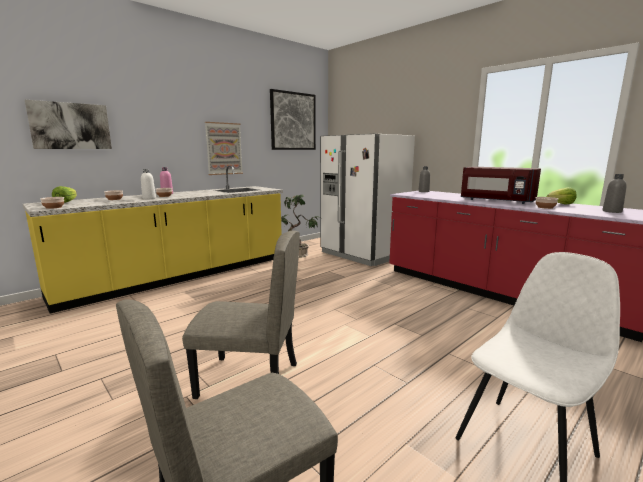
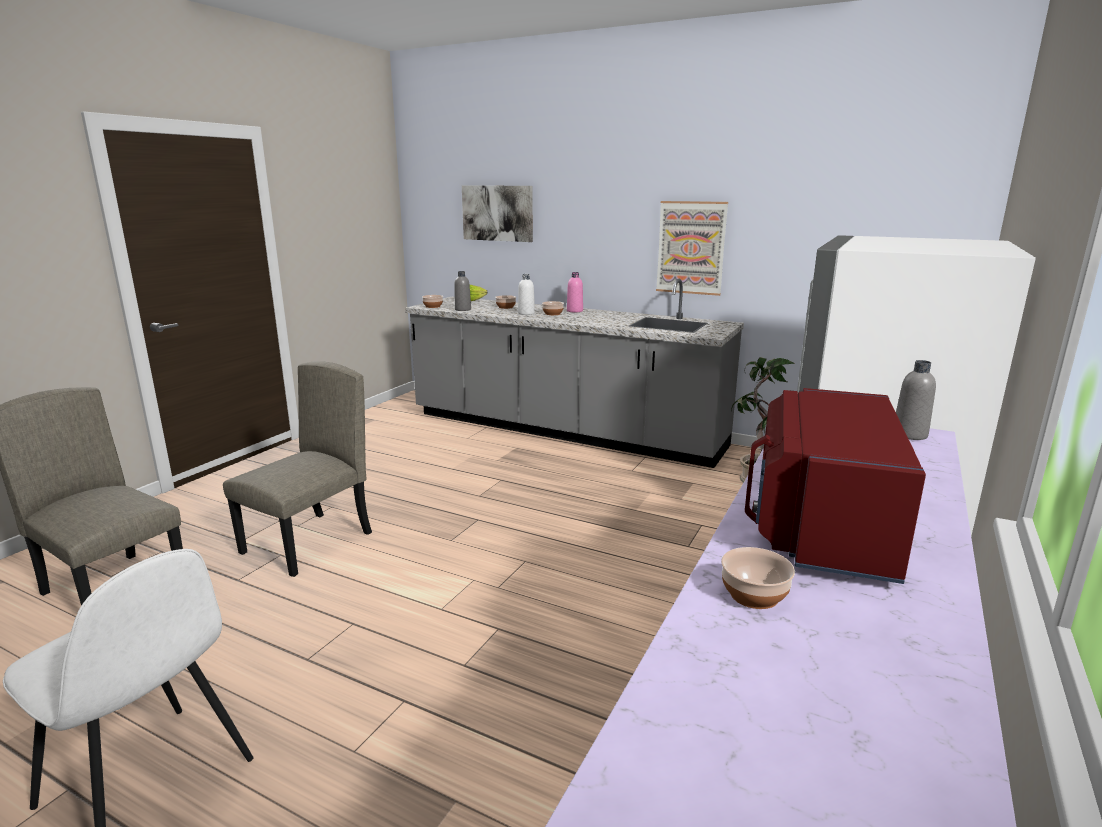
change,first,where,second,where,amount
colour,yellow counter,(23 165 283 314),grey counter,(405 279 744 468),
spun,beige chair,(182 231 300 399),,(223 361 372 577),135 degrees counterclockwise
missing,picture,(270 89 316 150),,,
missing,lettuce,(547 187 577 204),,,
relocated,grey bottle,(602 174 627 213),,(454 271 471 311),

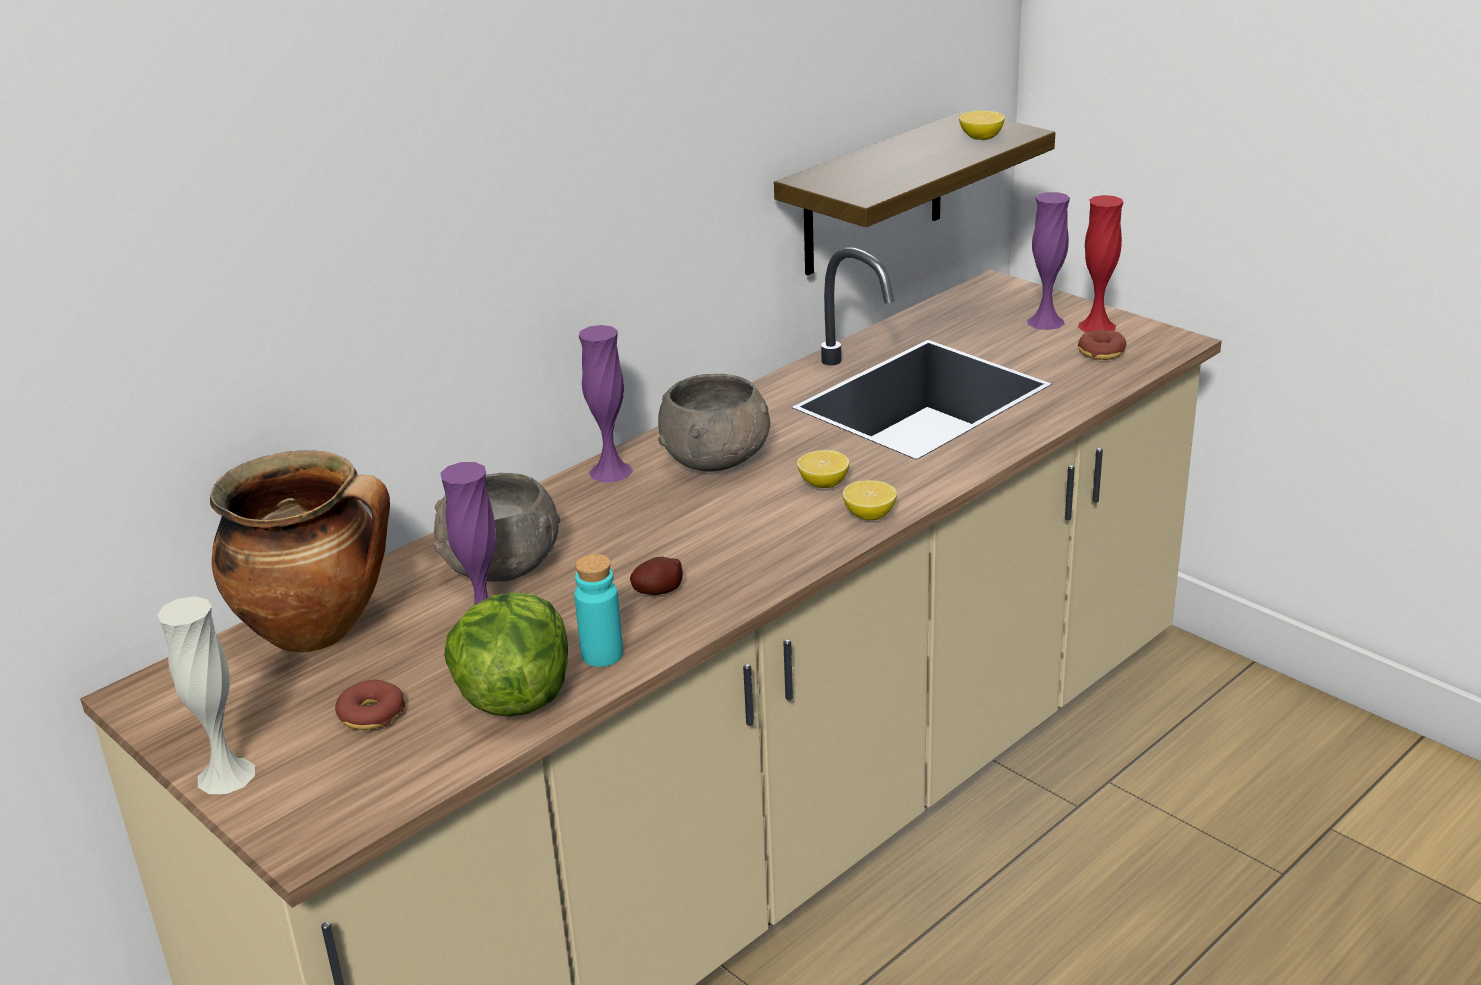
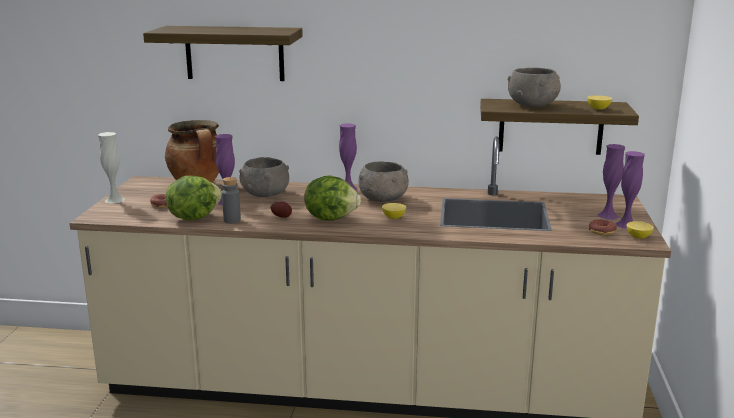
change,first,where,second,where,amount
colour,turquoise bottle,(574 554 623 667),grey bottle,(222 177 241 223),
relocated,lemon,(843 480 897 520),,(627 221 654 239),
colour,red vase,(1078 195 1124 332),purple vase,(616 151 645 229),
appeared,,,shelf,(143 26 303 81),
appeared,,,lettuce,(304 175 361 220),
appeared,,,grey bowl,(508 68 561 107),

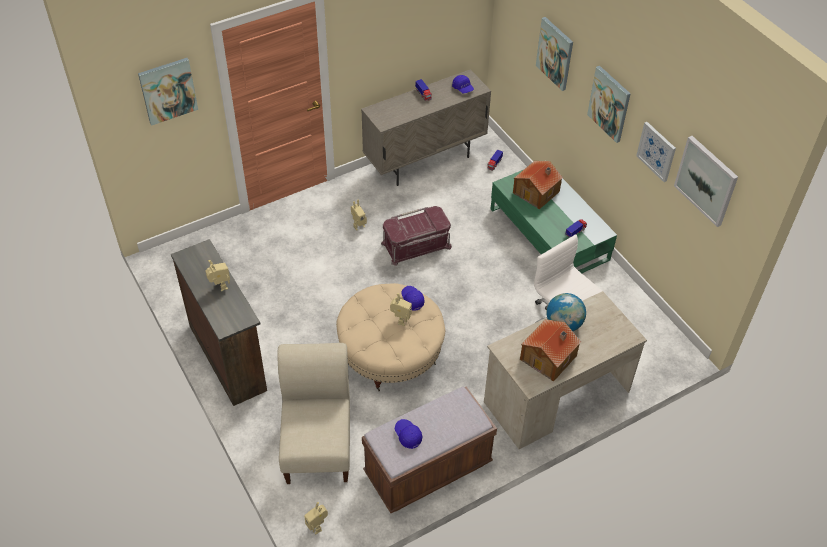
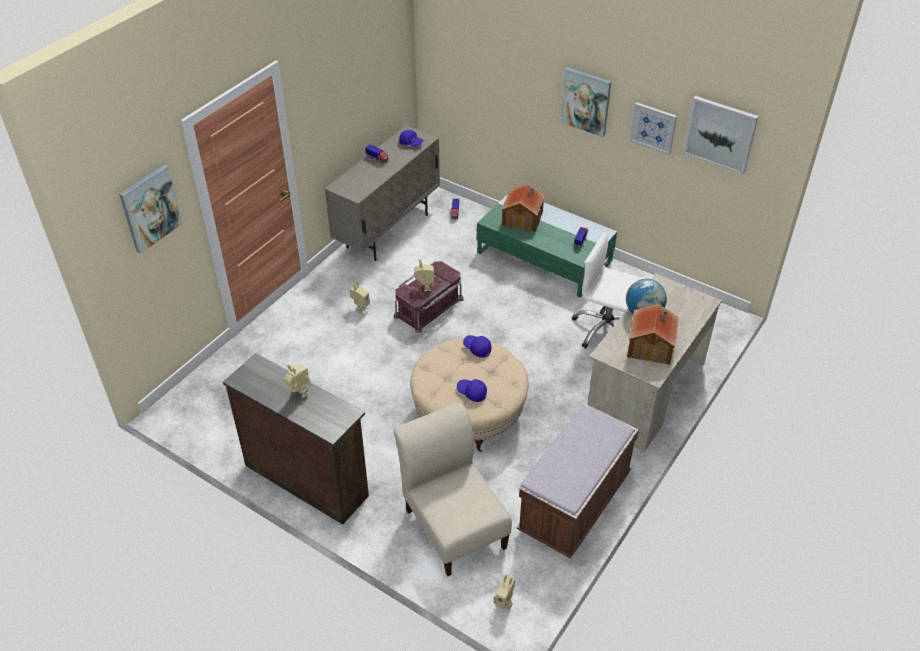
change,first,where,second,where,amount
relocated,toy robot,(390 293 412 326),,(414 259 434 292),
relocated,blue cap,(395 419 422 449),,(457 379 487 402),
missing,picture,(536 17 573 91),,,

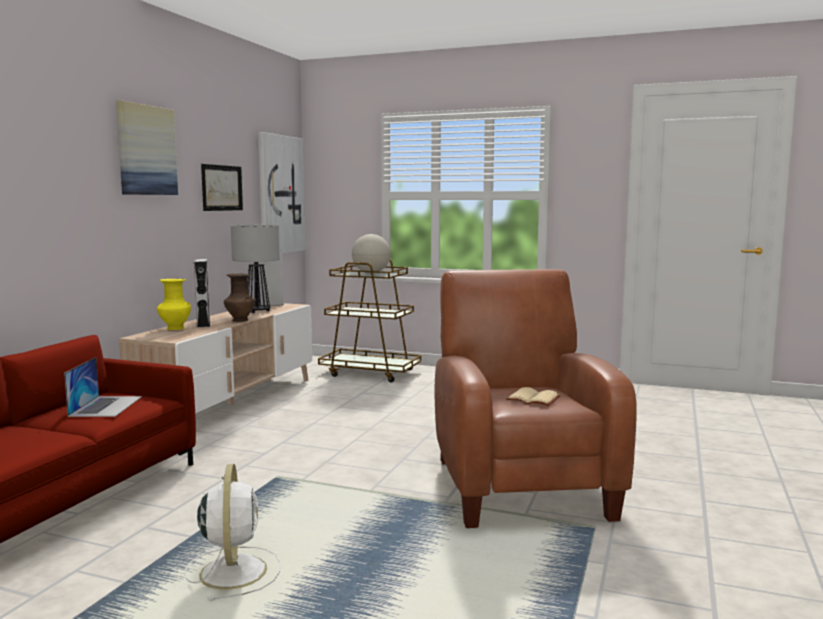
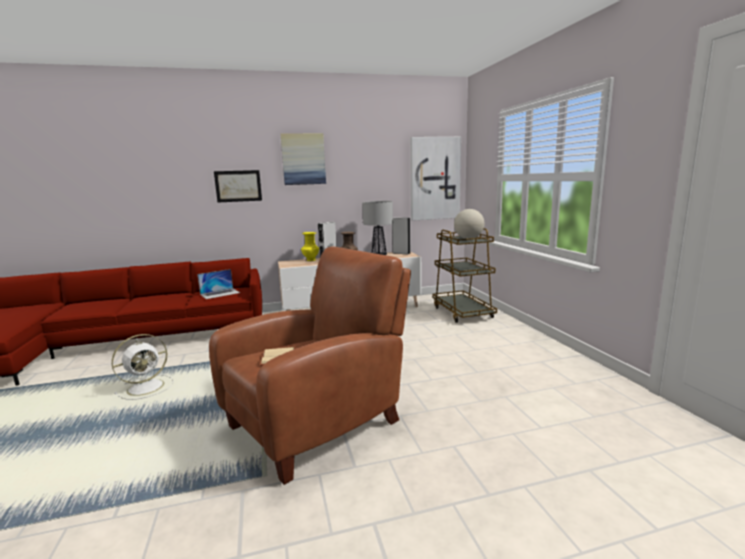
change,first,where,second,where,amount
relocated,picture,(201 164 243 211),,(214 170 262 202),

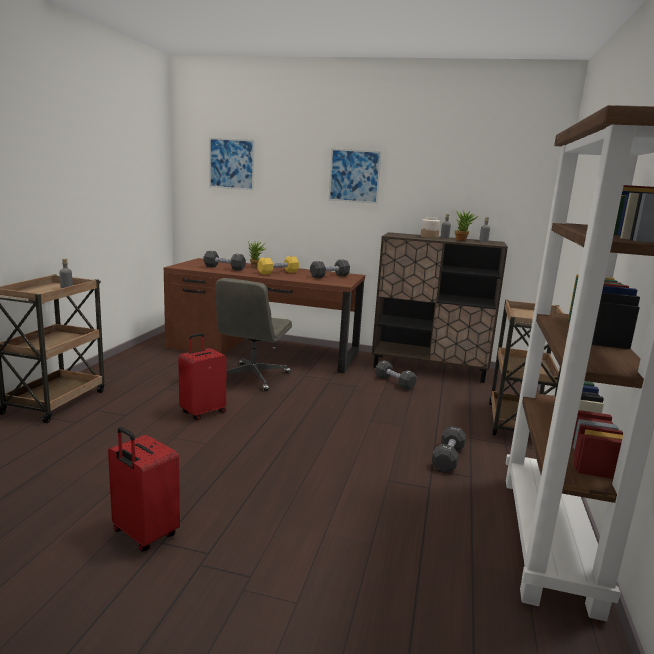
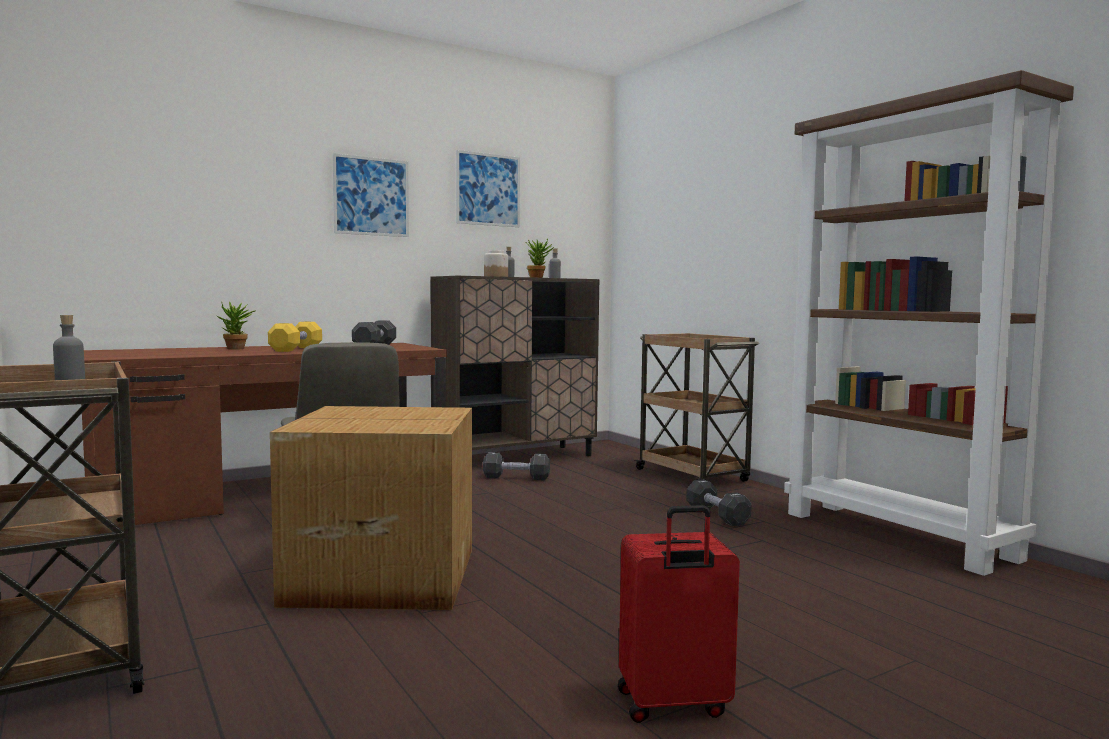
change,first,where,second,where,amount
exchanged,red suitcase,(178 333 227 420),cardboard box,(270 406 472 610),
missing,black dumbbell,(204 251 246 271),,,
relocated,picture,(209 138 255 190),,(456 150 520 227),

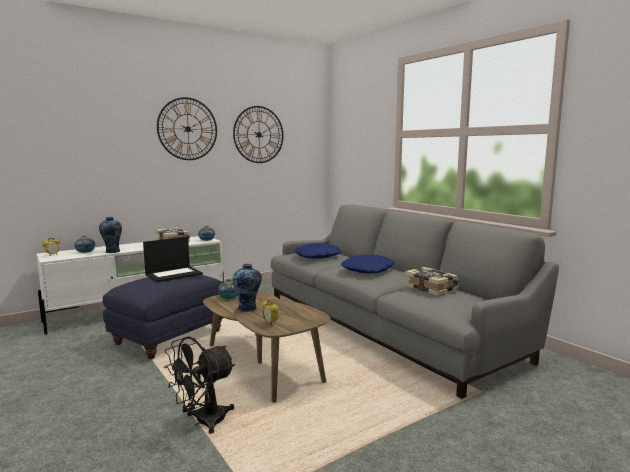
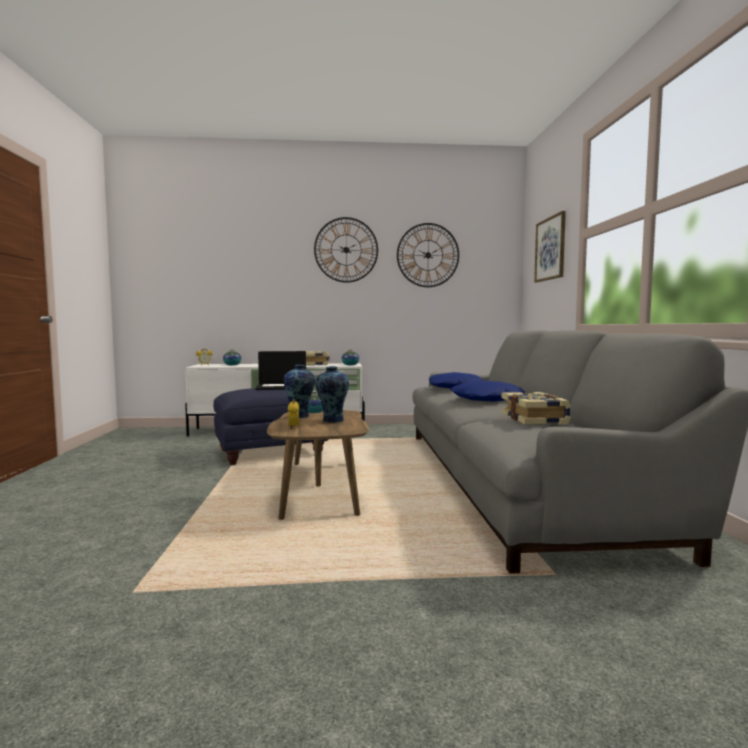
change,first,where,second,where,amount
relocated,vase,(99 217 122 253),,(315 366 349 423),
missing,black fan,(164 336 235 434),,,
appeared,,,picture,(534 211 566 282),

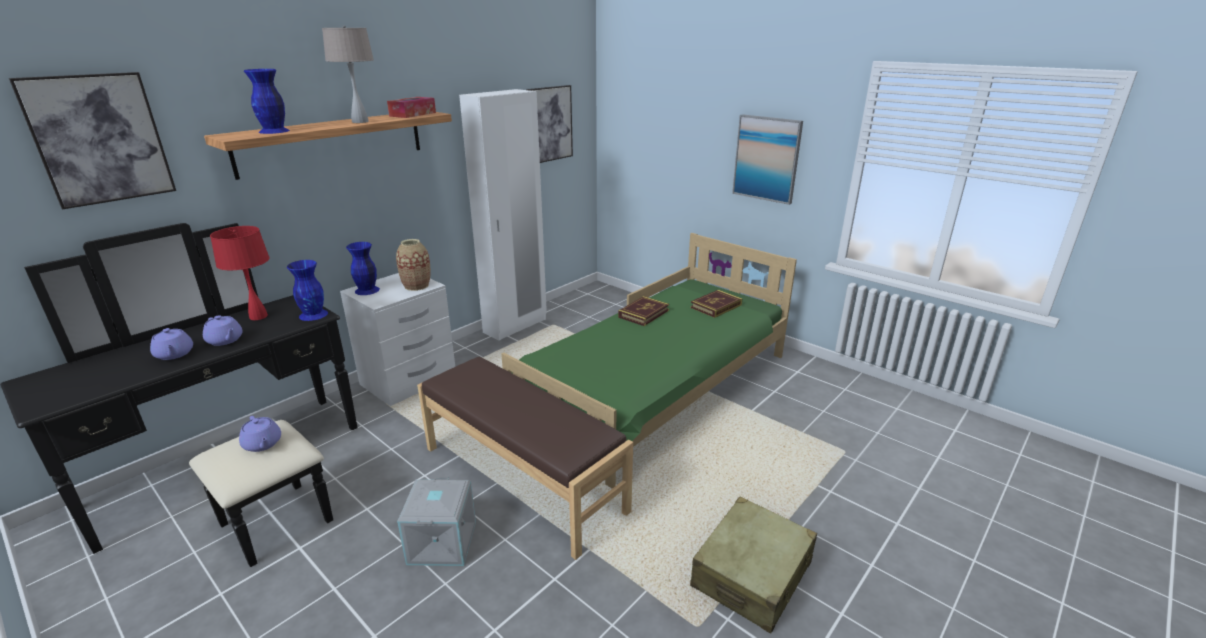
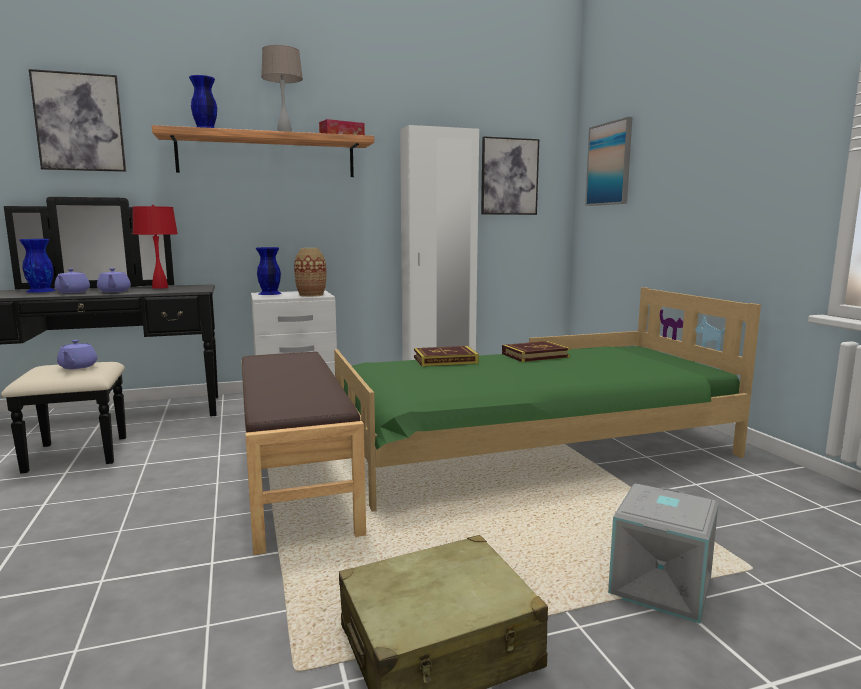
change,first,where,second,where,amount
relocated,blue vase,(287 260 328 321),,(19 239 56 293),
relocated,grey storage box,(397 477 476 566),,(608 484 719 624),
relocated,book,(691 290 742 318),,(414 346 479 366),
relocated,picture,(732 114 803 205),,(585 117 632 206),

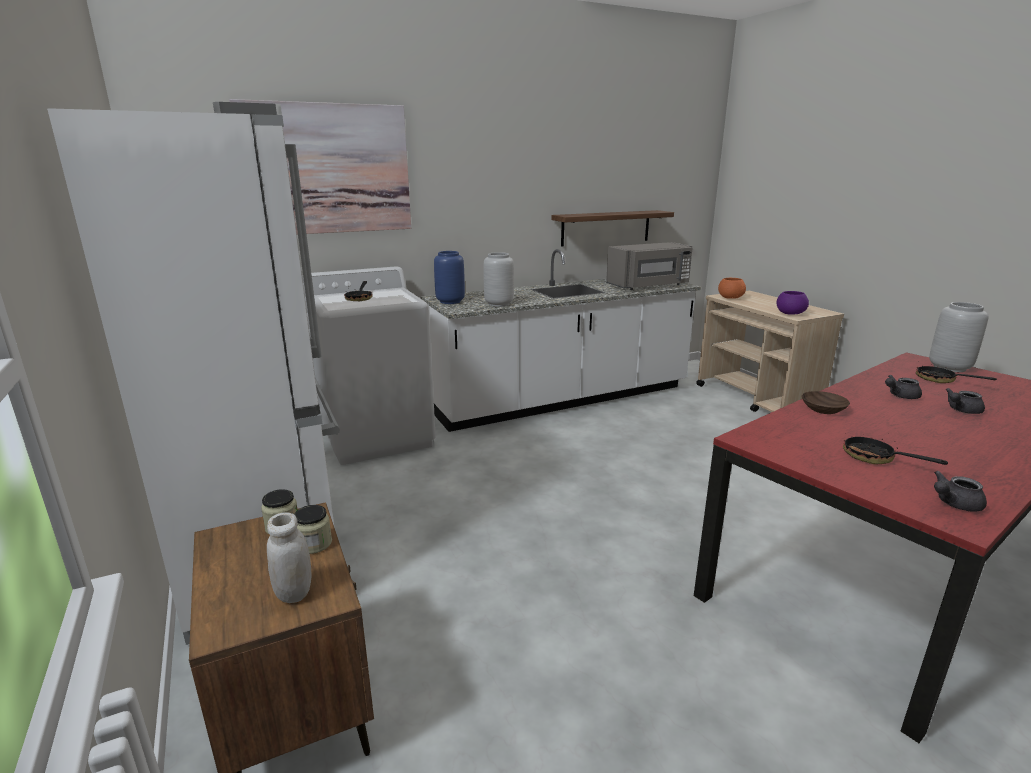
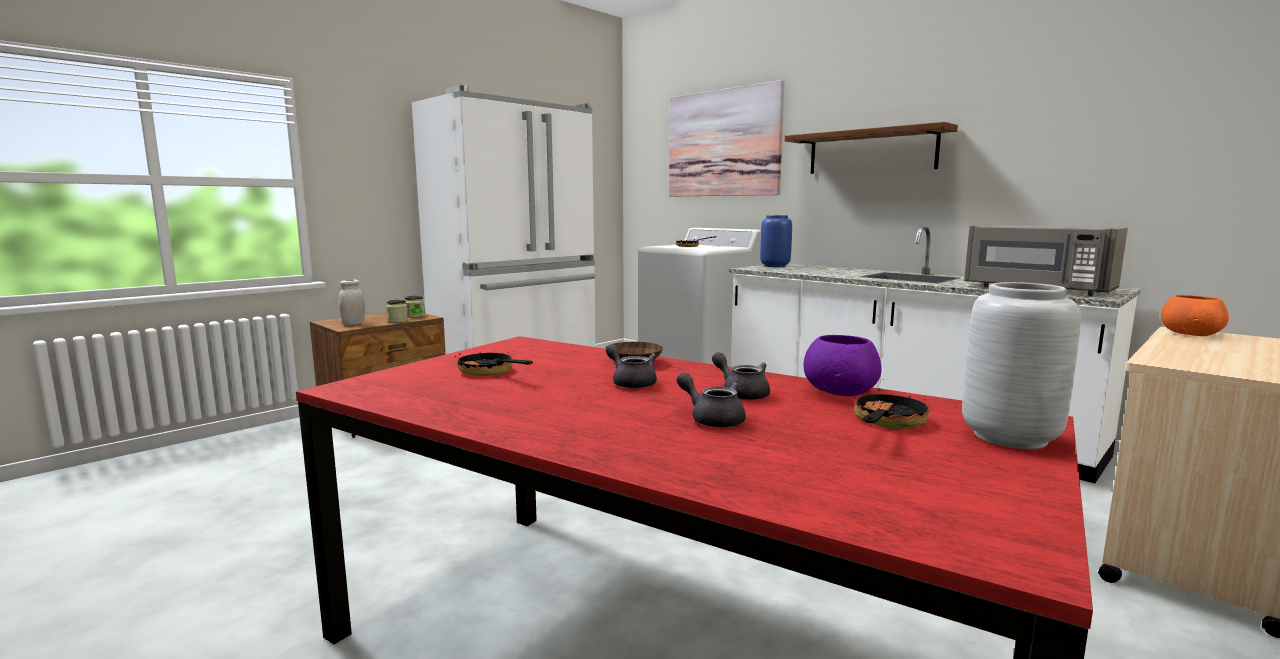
change,first,where,second,where,amount
missing,grey vase,(483 252 514 307),,,
relocated,shelf,(552 210 674 247),,(784 122 958 174),
relocated,purple bowl,(776 291 809 315),,(803 335 882 396),
spun,frying pan,(843 434 948 465),,(455 349 533 376),75 degrees counterclockwise
relocated,grey teapot,(934 471 987 512),,(606 344 657 389),

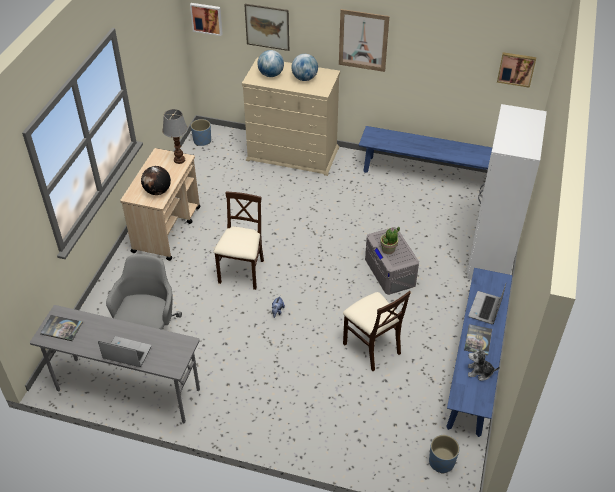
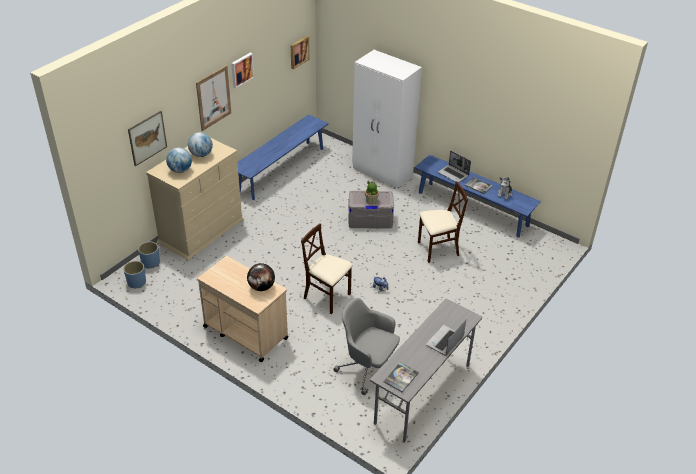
change,first,where,second,where,amount
missing,table lamp,(162 109 188 164),,,
relocated,picture,(190 3 223 36),,(231 53 254 88),
relocated,blue planter,(429 435 460 474),,(138 242 160 269),

